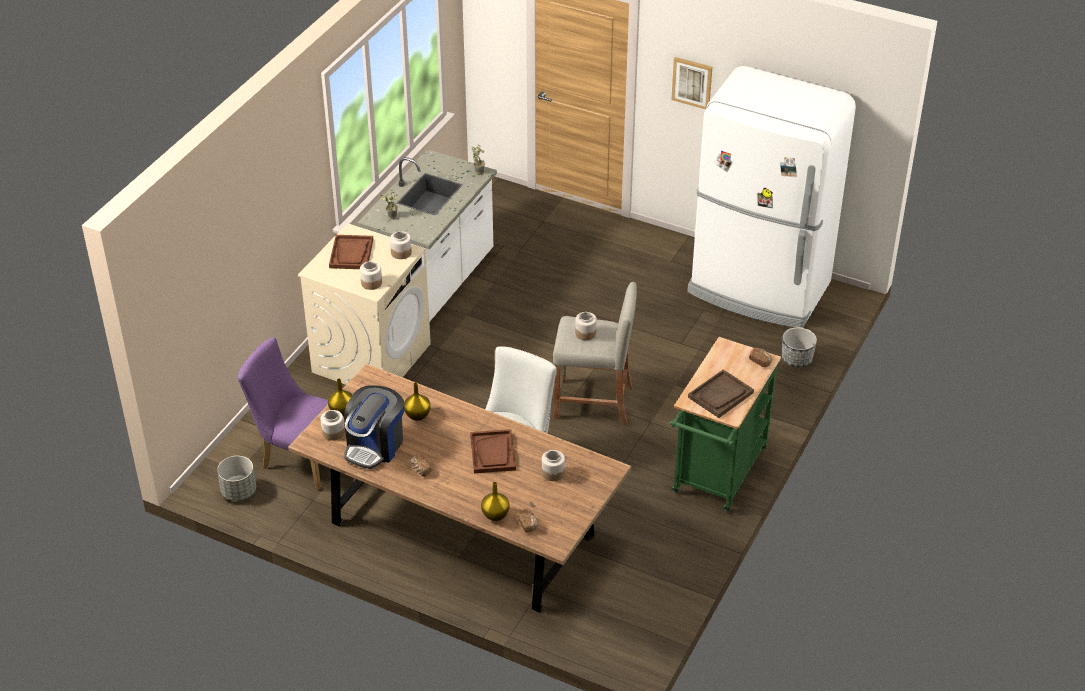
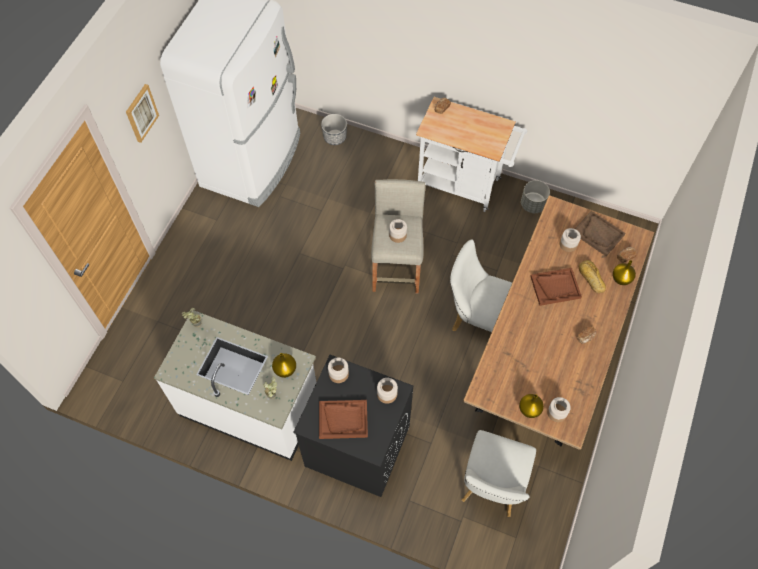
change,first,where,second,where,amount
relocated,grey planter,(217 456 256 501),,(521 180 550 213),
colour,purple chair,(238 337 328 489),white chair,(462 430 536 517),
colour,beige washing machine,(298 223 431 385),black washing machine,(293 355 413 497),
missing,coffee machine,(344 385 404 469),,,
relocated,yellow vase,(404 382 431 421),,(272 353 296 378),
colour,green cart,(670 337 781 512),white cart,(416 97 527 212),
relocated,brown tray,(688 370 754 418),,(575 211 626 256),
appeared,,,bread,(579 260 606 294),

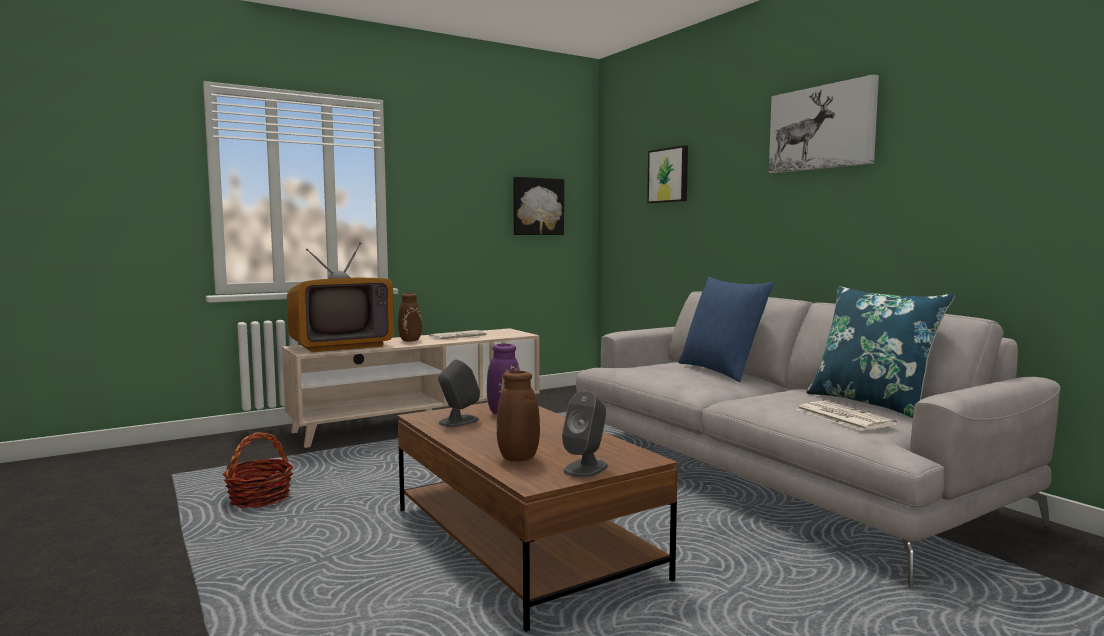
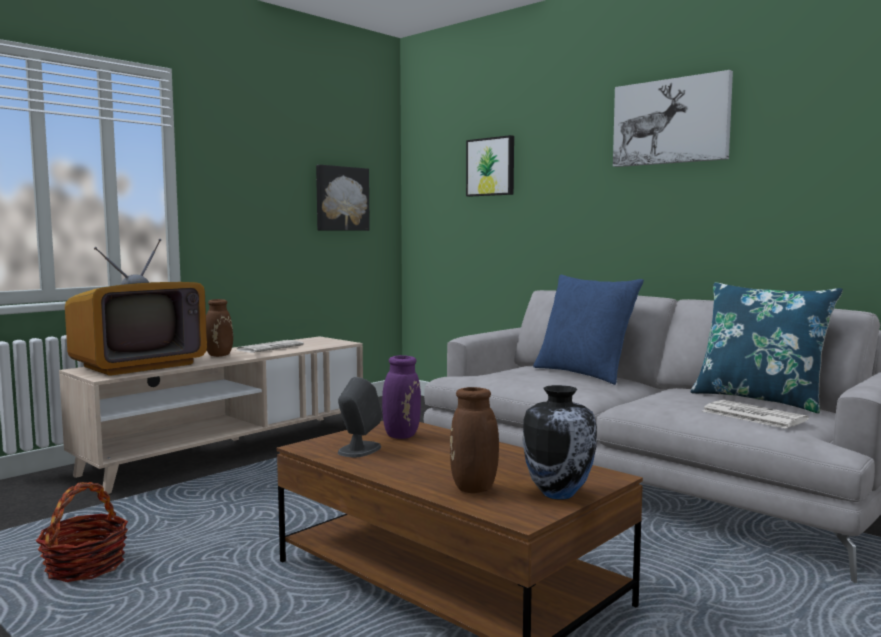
change,first,where,second,where,amount
exchanged,grey speaker,(562 391 608 478),vase,(523 385 597 500),

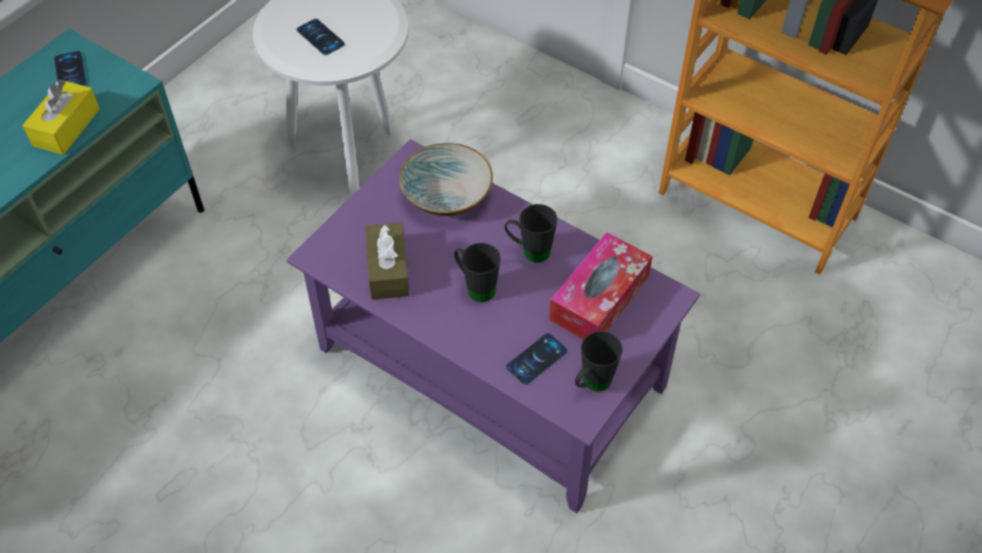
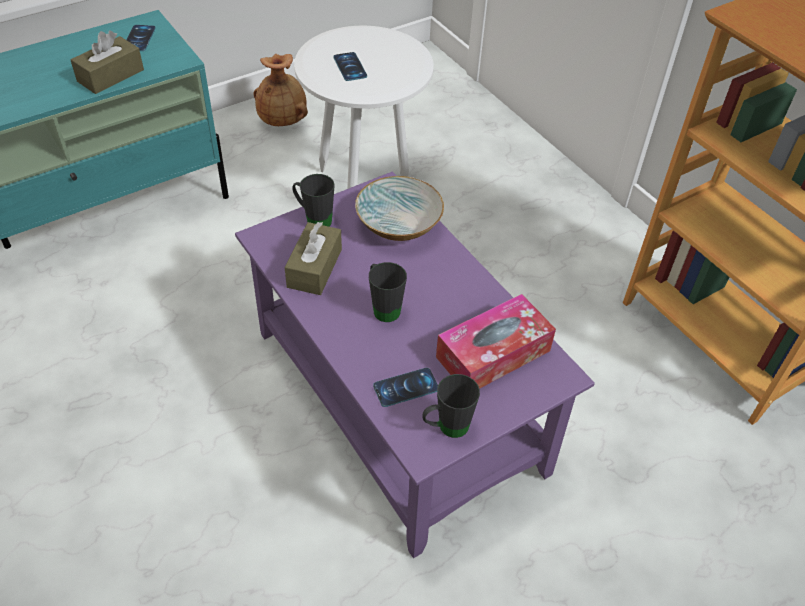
change,first,where,second,where,amount
colour,yellow tissue box,(22 80 100 155),brown tissue box,(71 30 144 94),
relocated,black mug,(504 204 557 263),,(292 174 335 227),
appeared,,,brown vase,(254 54 308 126),

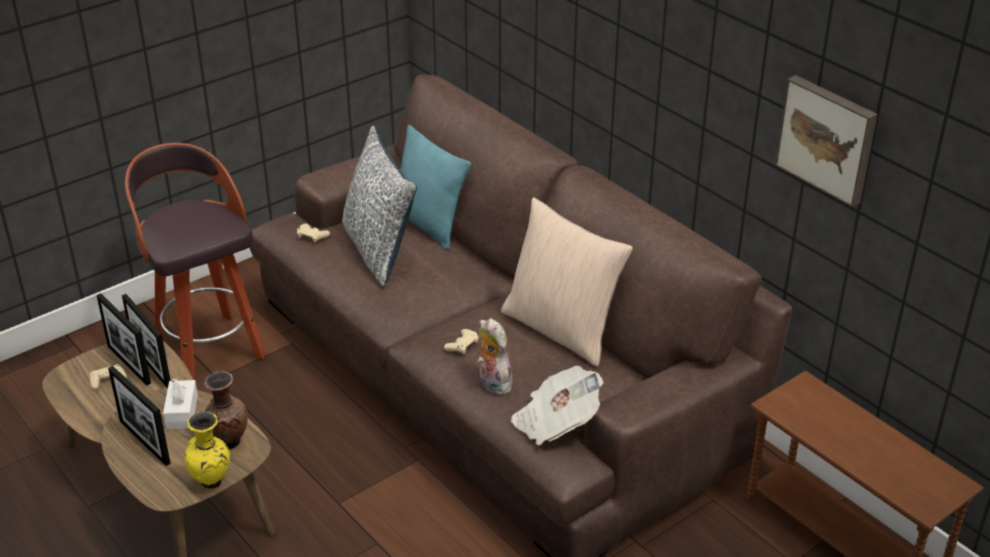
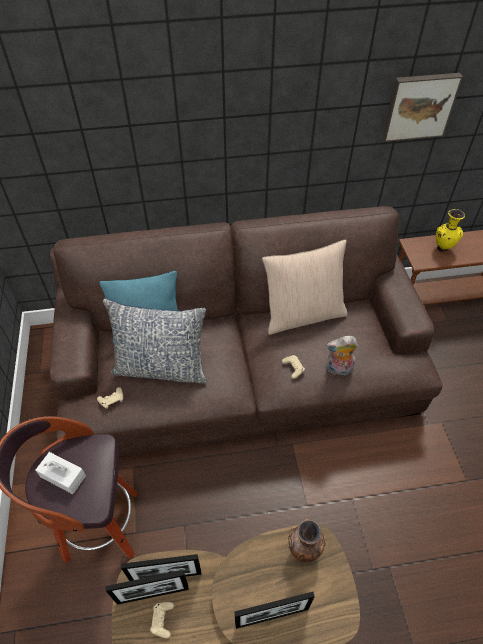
change,first,where,second,where,amount
relocated,white tissue box,(163 378 198 429),,(35 452 86 494),
relocated,yellow vase,(185 411 230 490),,(436 209 465 252),
missing,newspaper,(511 366 604 446),,,

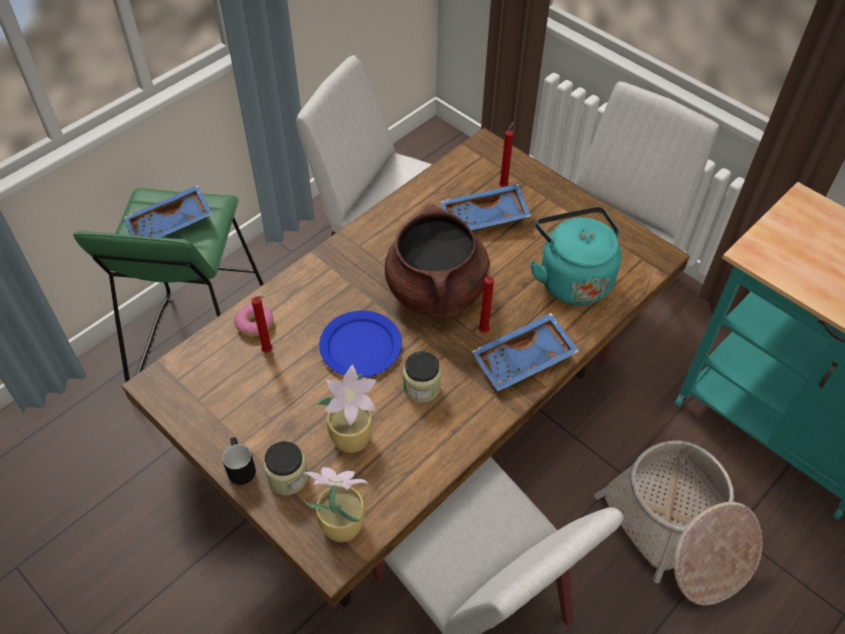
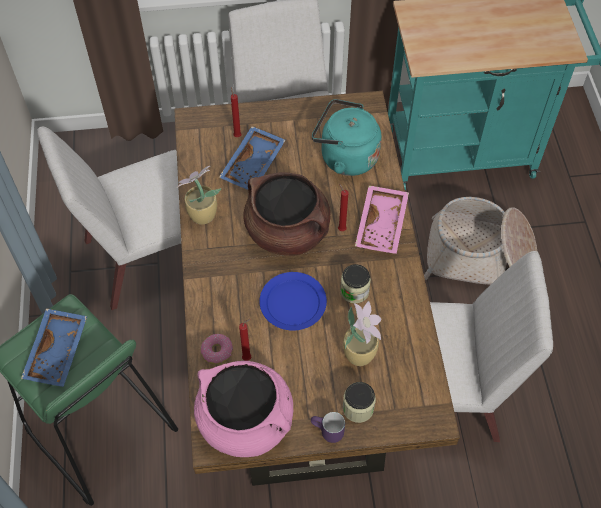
change,first,where,second,where,amount
colour,black mug,(223 437 256 485),purple mug,(311 412 345 443),
relocated,potted plant,(303 467 368 542),,(177 166 221 224),
colour,blue tray,(471 313 579 391),pink tray,(355 185 409 254),
appeared,,,pink cooking pot,(194 361 293 457),

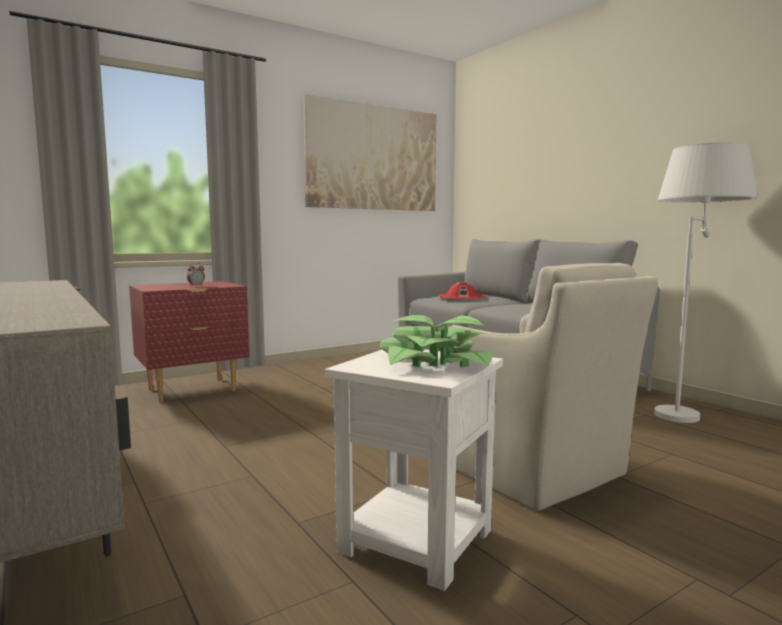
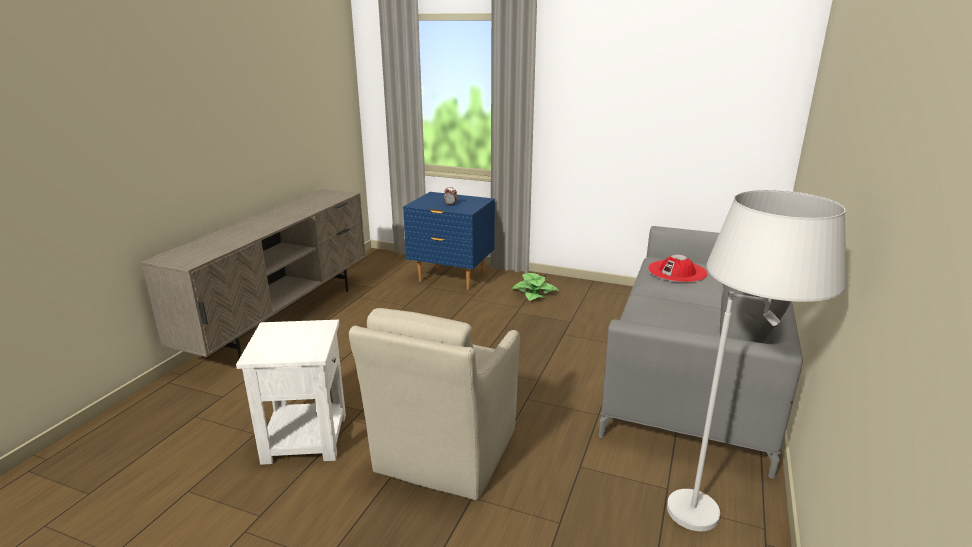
change,first,where,second,where,amount
colour,red nightstand,(129 281 249 402),blue nightstand,(403 192 495 290),
missing,picture,(303 94 436 211),,,
relocated,potted plant,(380 315 493 367),,(512 273 559 301),

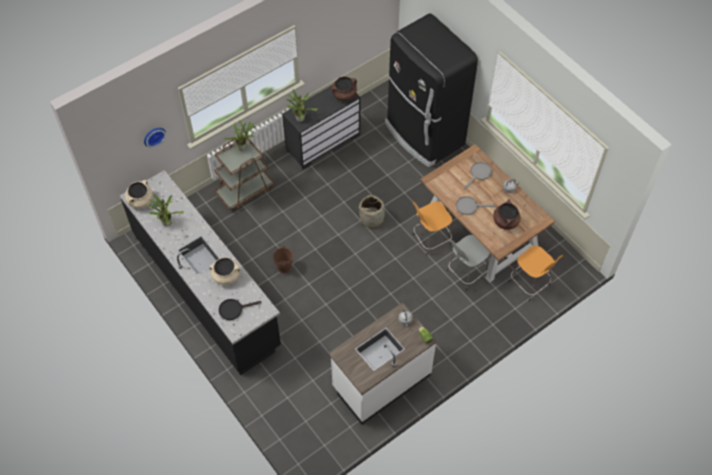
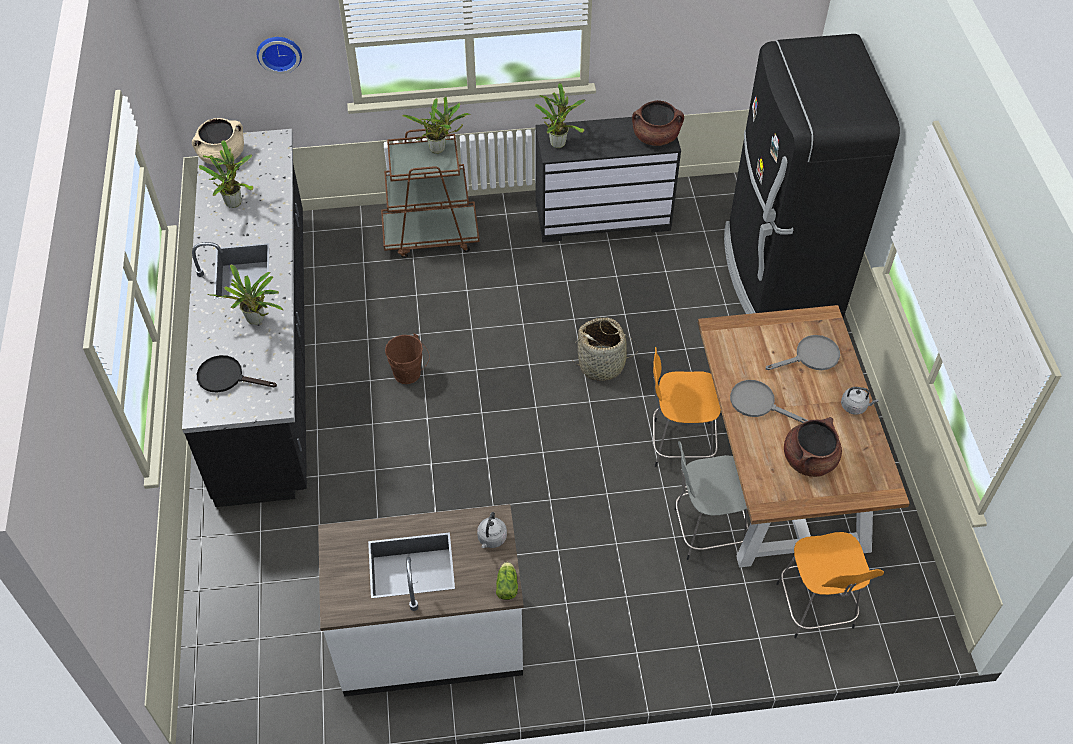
change,first,where,second,where,amount
exchanged,beige cooking pot,(209 257 241 285),potted plant,(207 265 283 325),

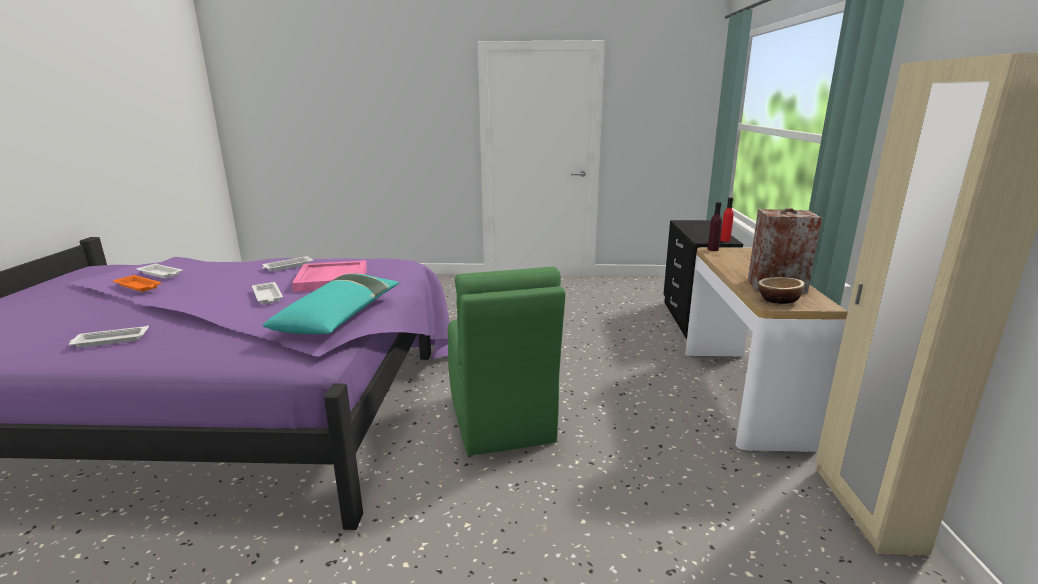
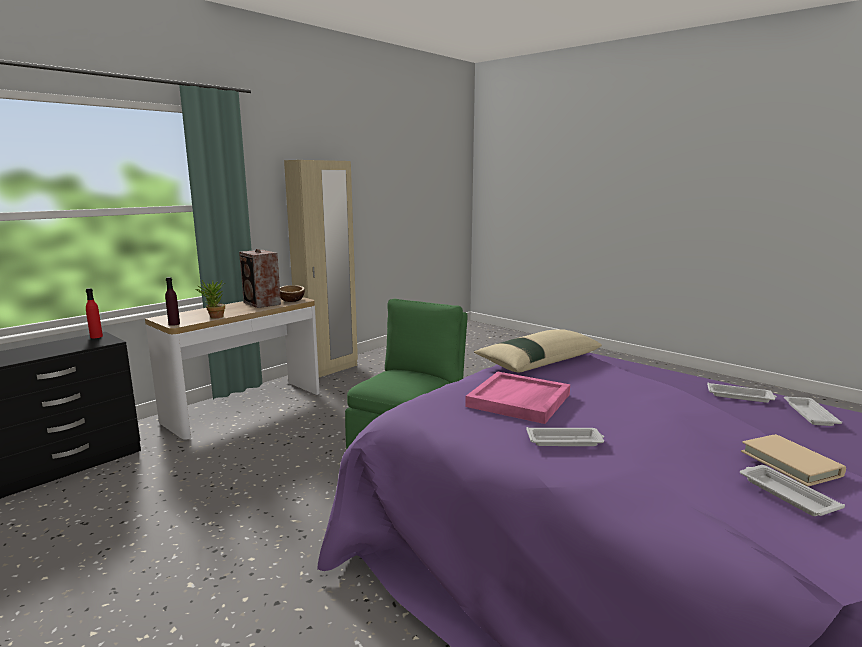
change,first,where,second,where,amount
exchanged,orange tray,(113 275 161 292),beige book,(741 434 846 486),
relocated,white tray,(252 282 283 304),,(784 396 842 426),
colour,turquoise pillow,(263 273 399 334),beige pillow,(474 329 602 372),
appeared,,,potted plant,(195 280 225 318),

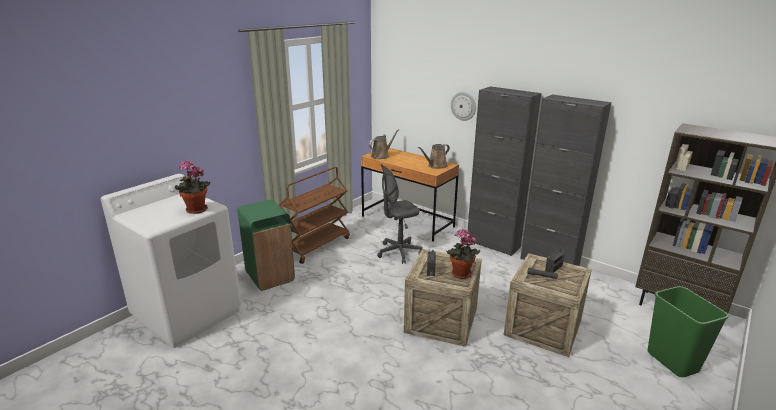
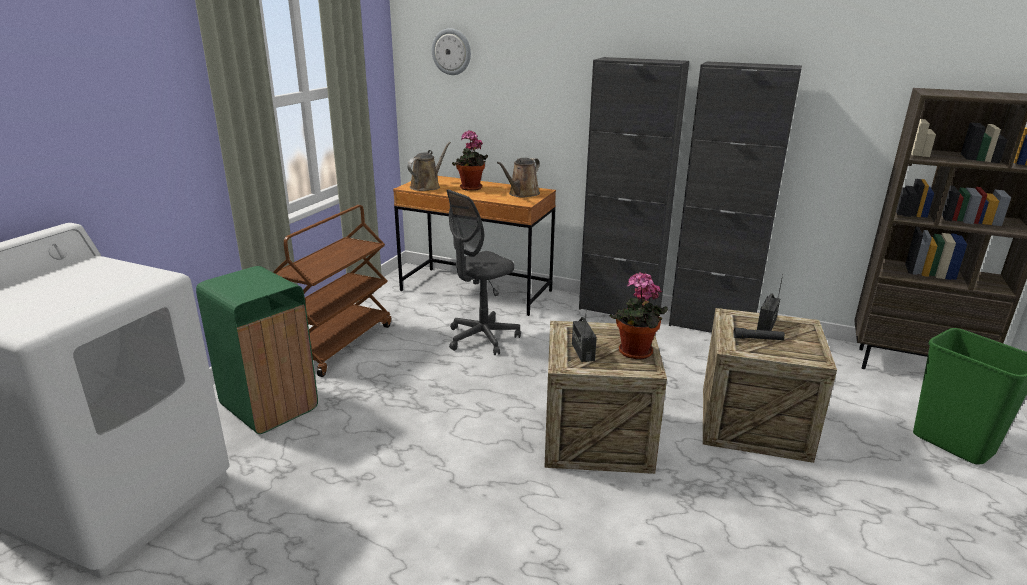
change,first,where,second,where,amount
relocated,potted plant,(175 161 211 214),,(452 130 488 191),
relocated,wall clock,(451 92 476 121),,(432 28 471 75),

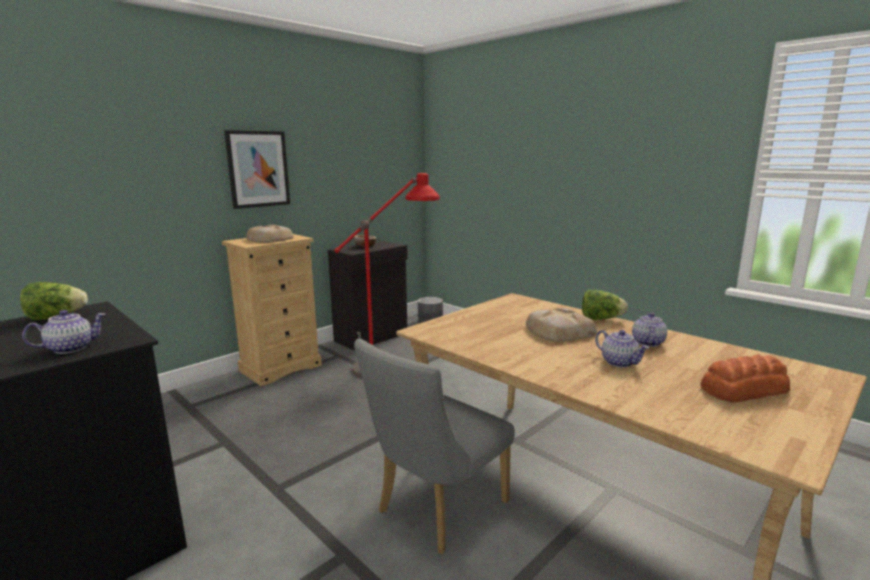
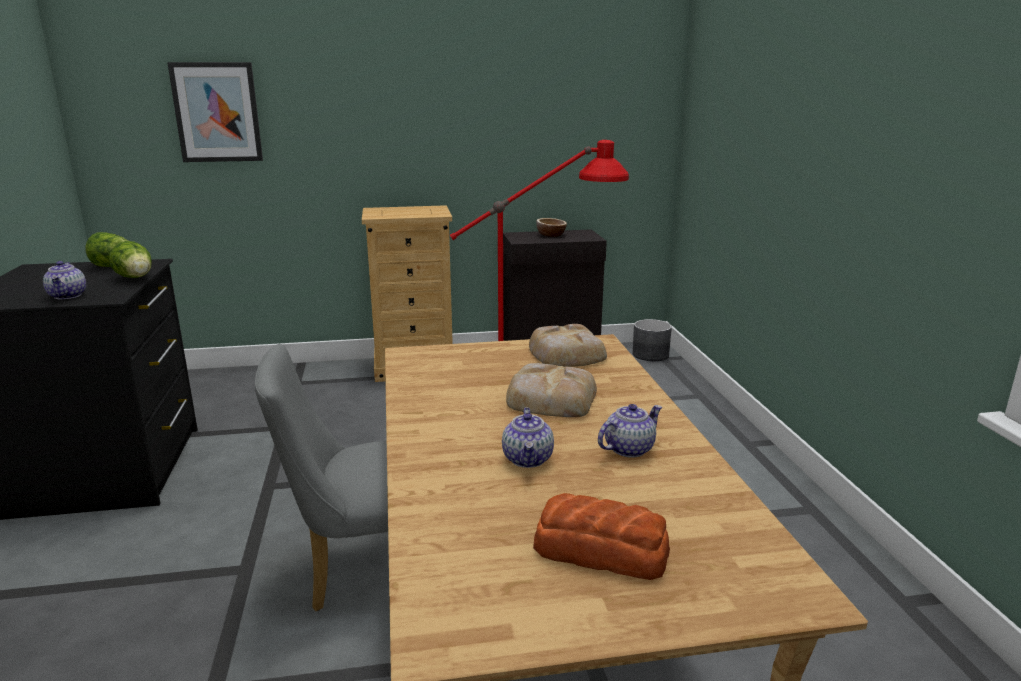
change,first,where,second,where,amount
spun,teapot,(22 310 106 354),,(43 261 86 299),75 degrees clockwise
relocated,picture,(224 130 290 209),,(167 62 263 162),
relocated,bread,(246 225 293 243),,(529 324 607 367),
relocated,lettuce,(582 290 628 320),,(109 241 152 278),

